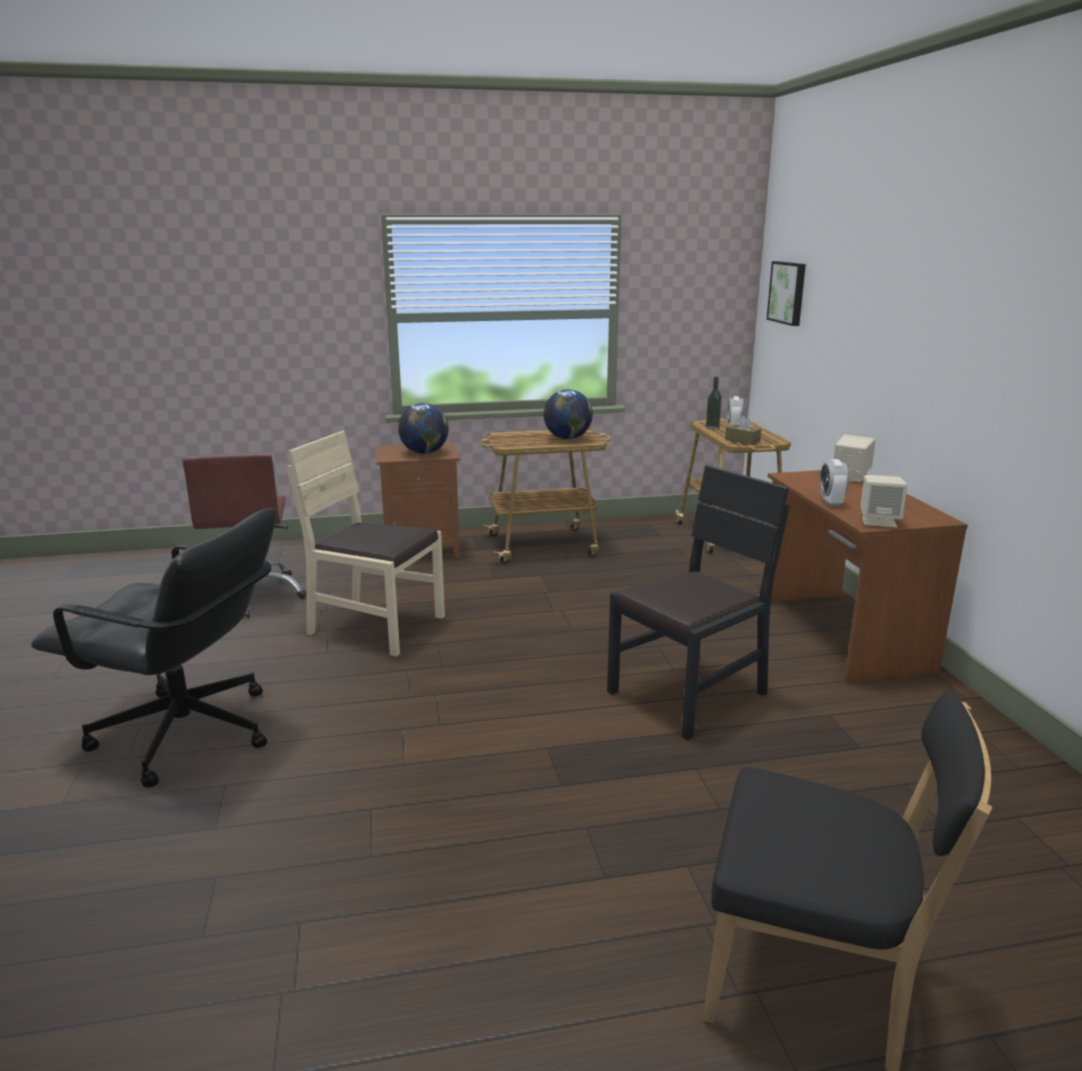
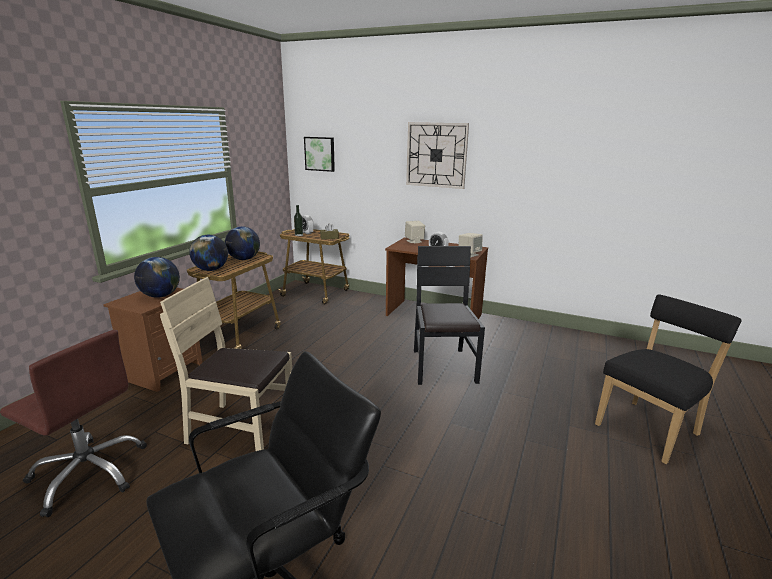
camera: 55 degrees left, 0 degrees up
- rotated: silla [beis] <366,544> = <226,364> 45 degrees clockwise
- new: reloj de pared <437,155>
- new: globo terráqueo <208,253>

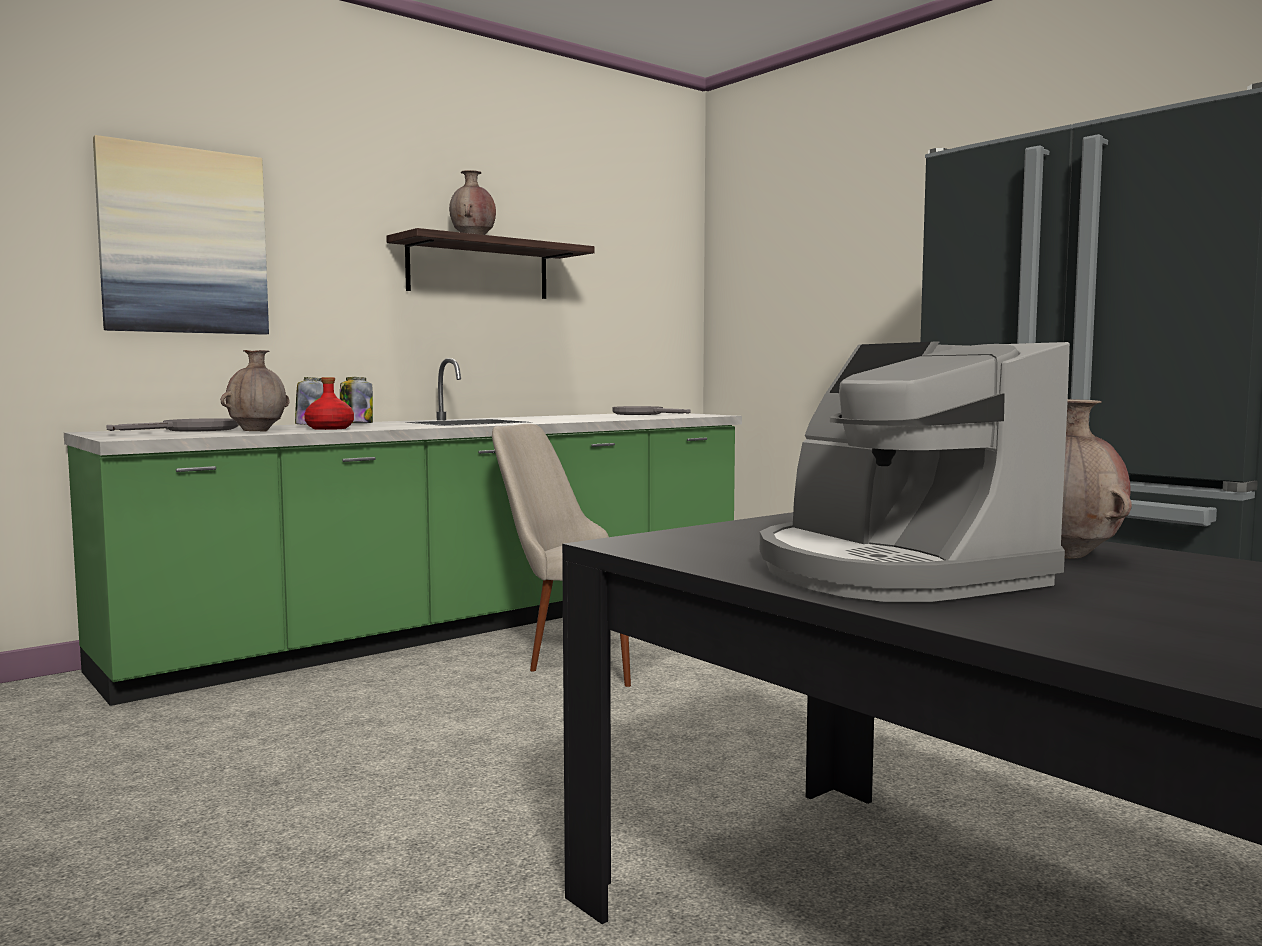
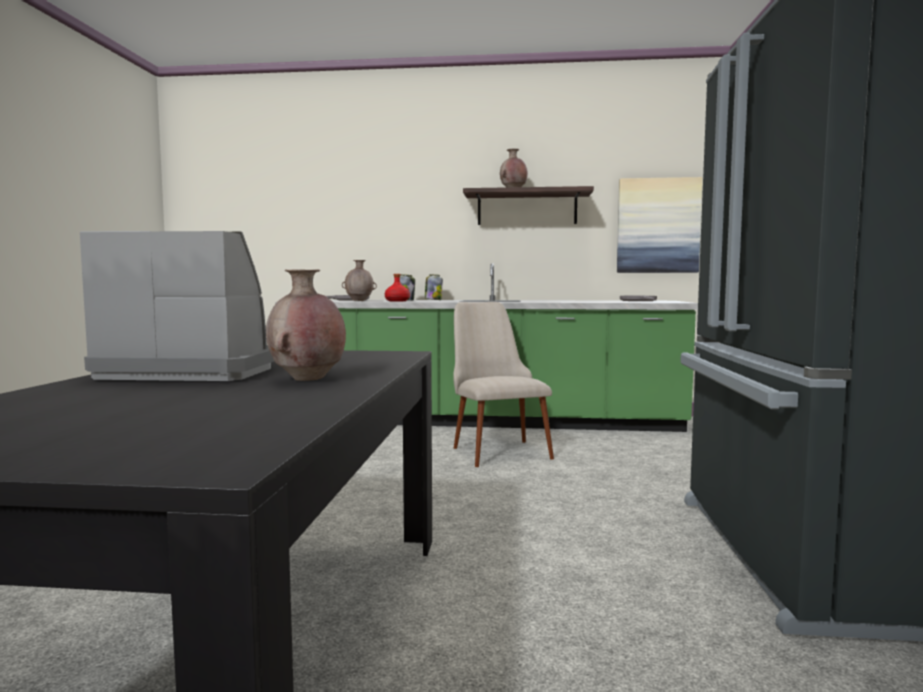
camera: 45 degrees right, 0 degrees up
- shifted: cuadro <181,235> to <660,225>
- rotated: cafetera <915,472> = <177,306> 75 degrees clockwise

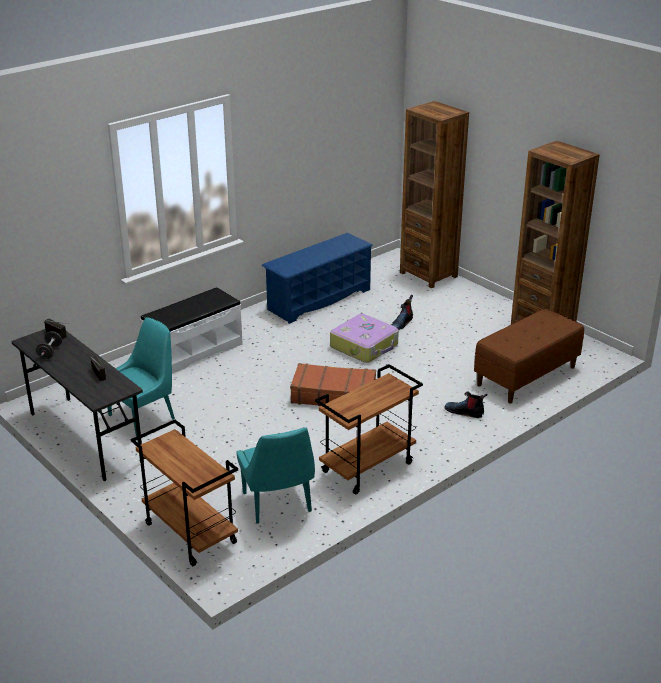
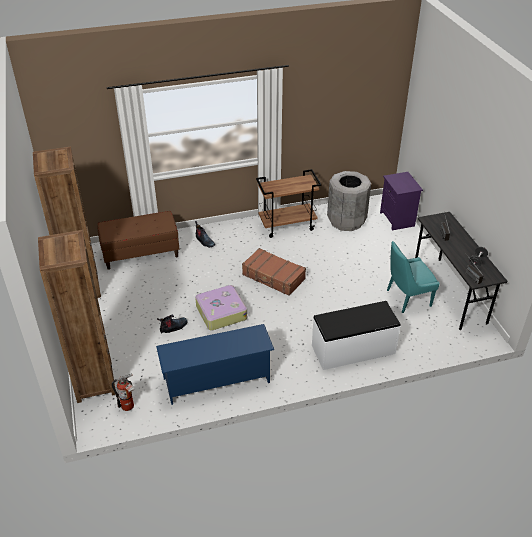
camera: 155 degrees left, 10 degrees up
- swapped: carrito [marrón] <184,493> to mesita de noche [morado] <401,201>
- swapped: silla [turquesa] <276,475> to papelera [gris] <349,201>
- new: extintor <123,392>

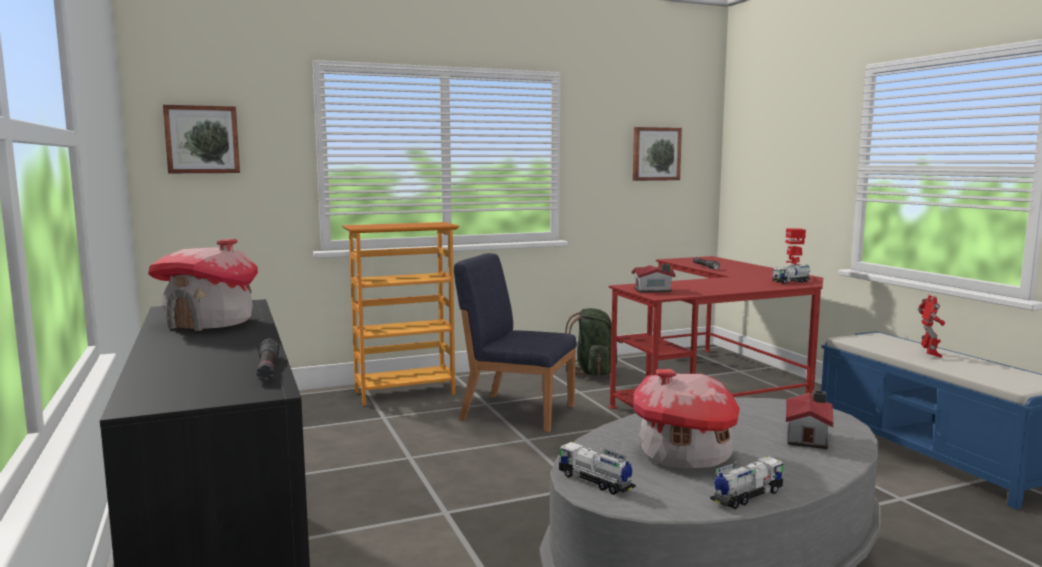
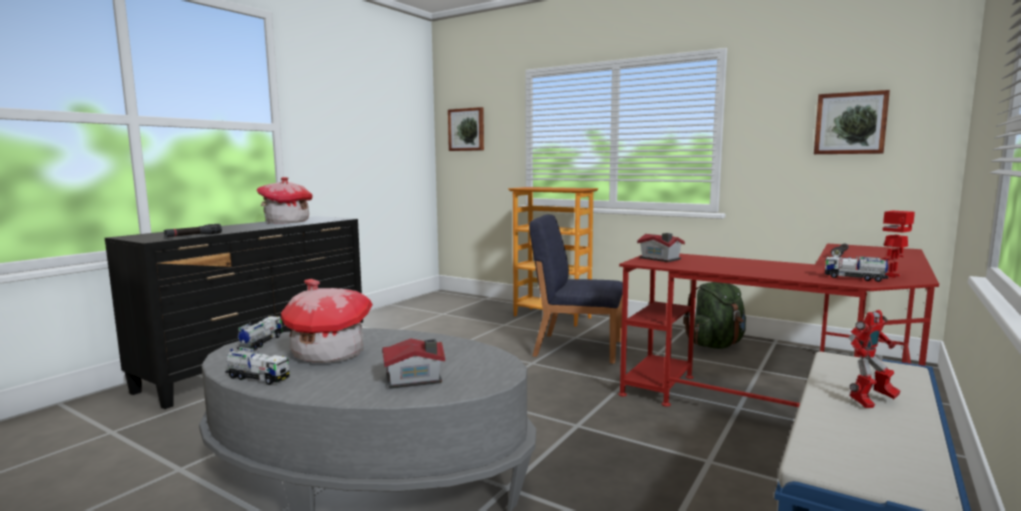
camera: 55 degrees right, 0 degrees up
- rotated: silla [azul] <515,343> = <576,289> 60 degrees counterclockwise

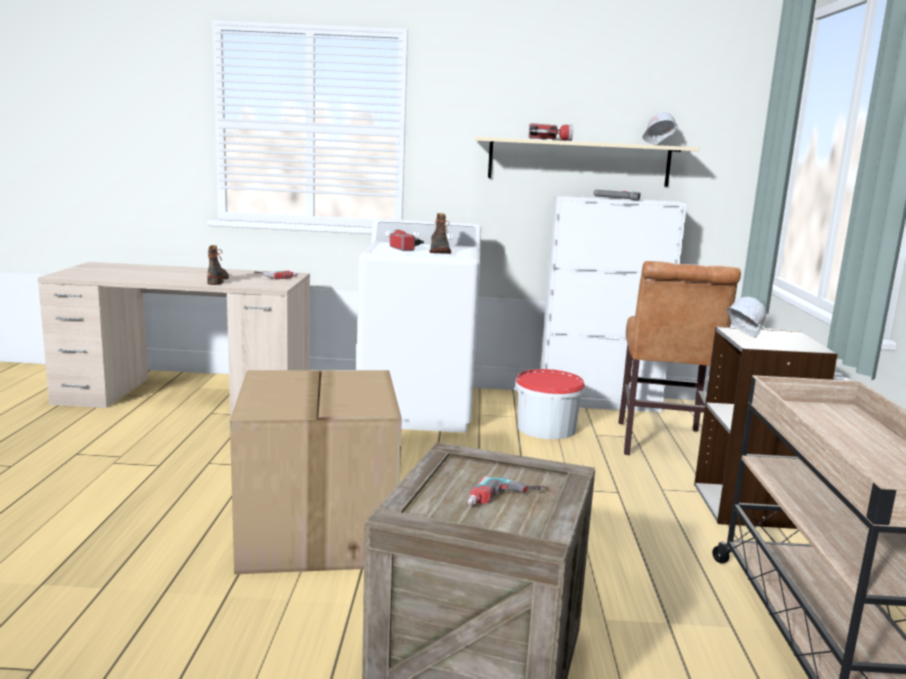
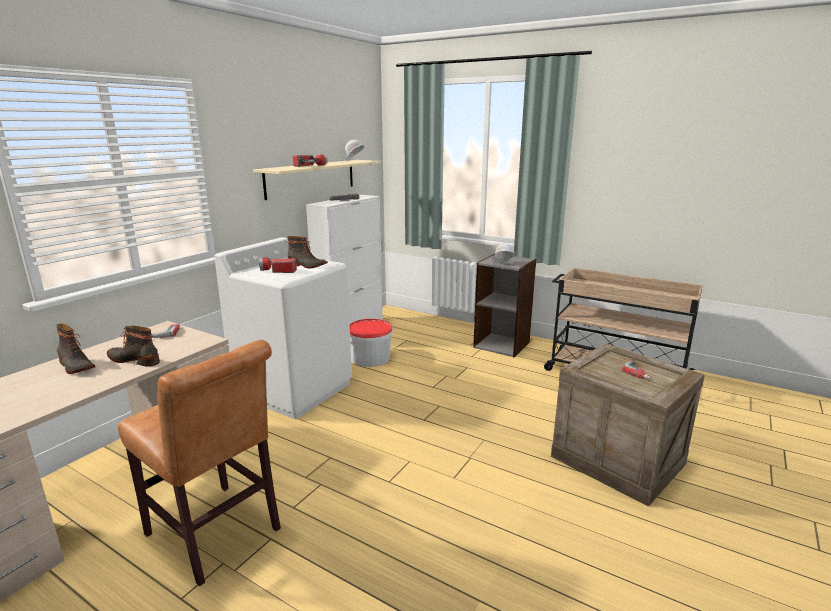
camera: 60 degrees left, 5 degrees up
- shifted: silla [marrón] <680,358> to <199,463>
- gone: caja de cartón <316,472>
- new: bota <75,349>

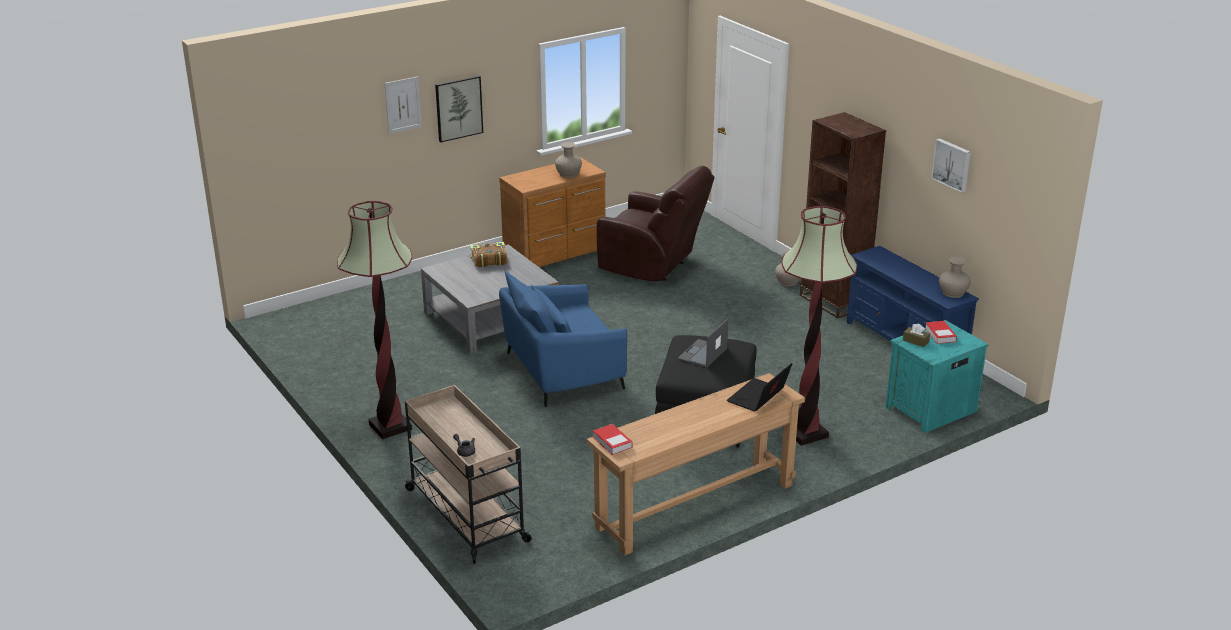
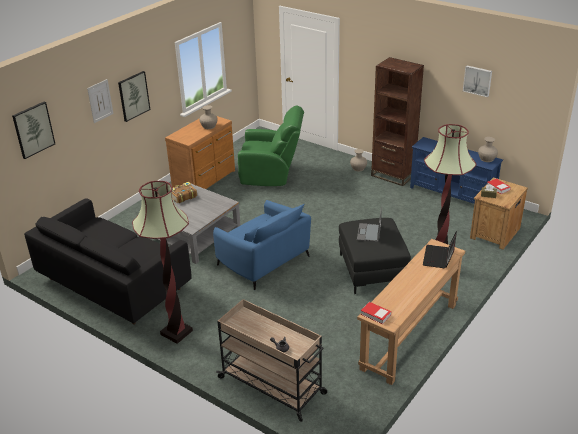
camera: 20 degrees left, 5 degrees up
- repainted: sillón [marrón] <656,223> to sillón [verde] <271,146>
- rotated: sillón [azul] <563,339> = <262,245> 90 degrees counterclockwise
- repainted: mesita de noche [turquesa] <937,376> to mesita de noche [marrón] <499,213>
- new: cuadro <33,130>
- new: sofá [negro] <108,261>

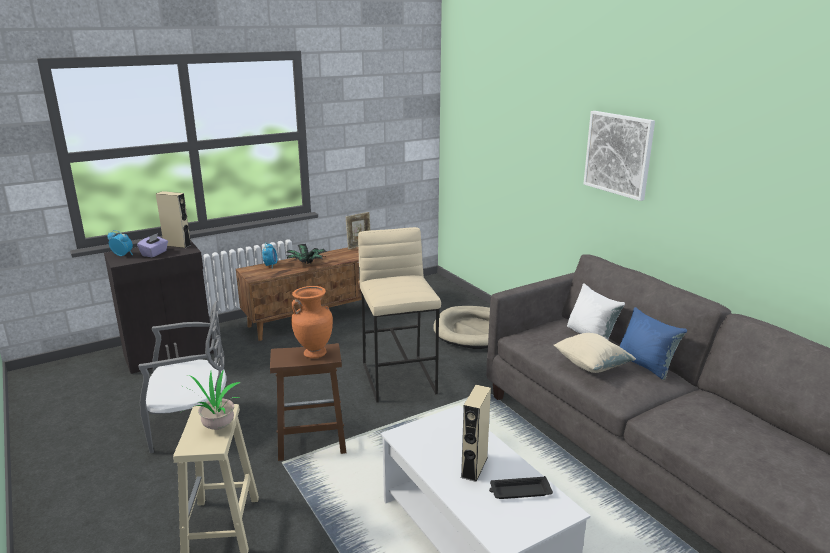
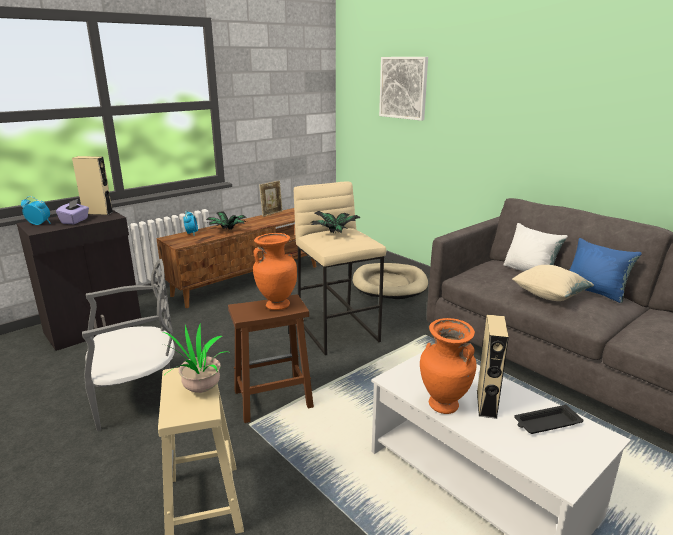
camera: 10 degrees left, 0 degrees up
- shifted: cuadro <619,156> to <403,89>
- new: planta en maceta <335,222>
- new: florero [naranja] <448,366>

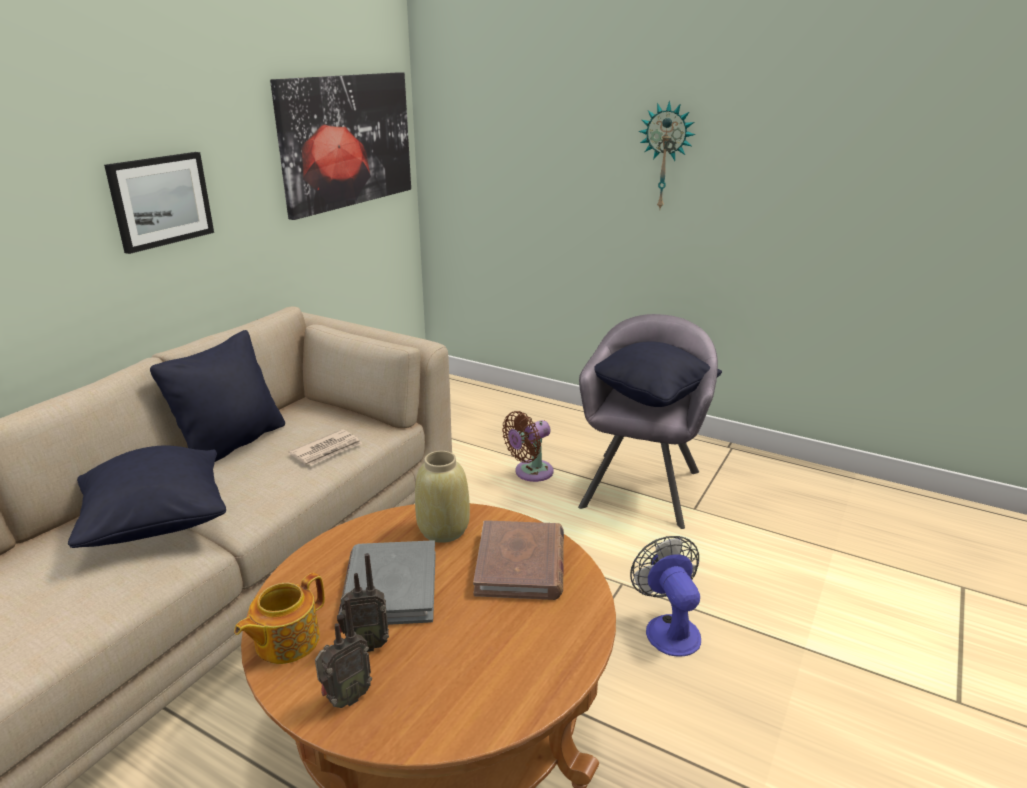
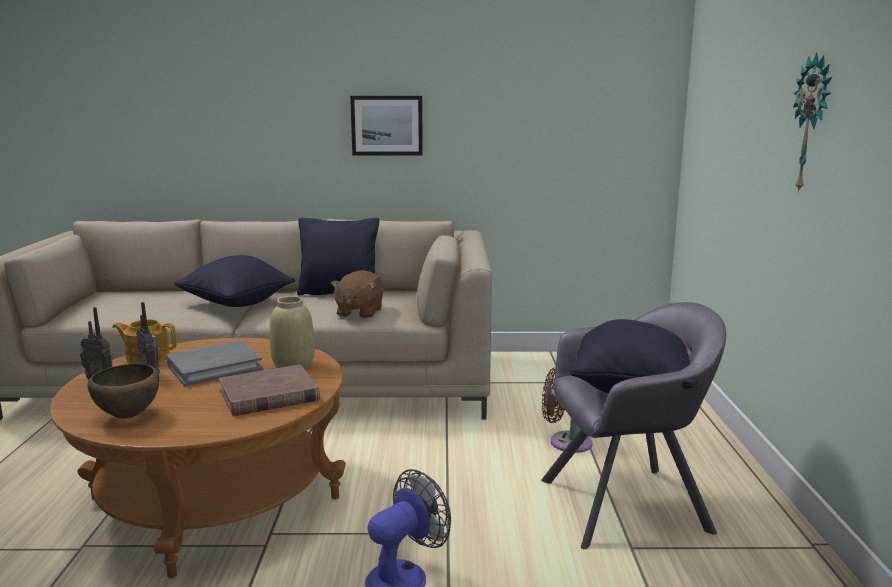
camera: 60 degrees right, 10 degrees down
- gone: cuadro <340,146>
- swapped: periódico <325,447> to peluche [marrón] <357,294>
- new: cuenco [marrón] <123,391>

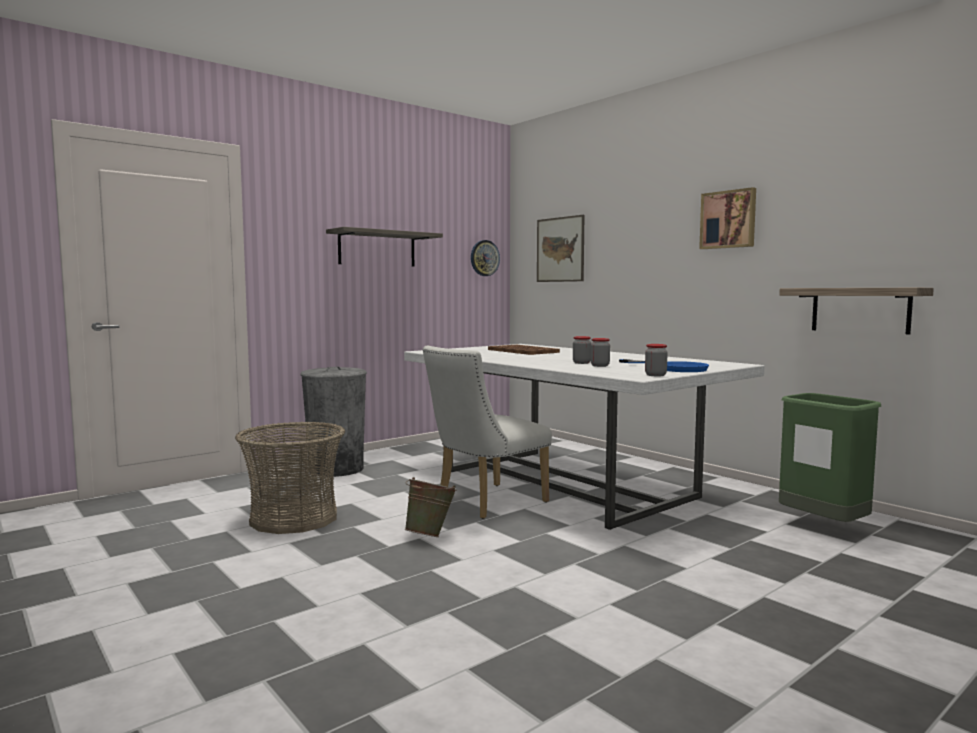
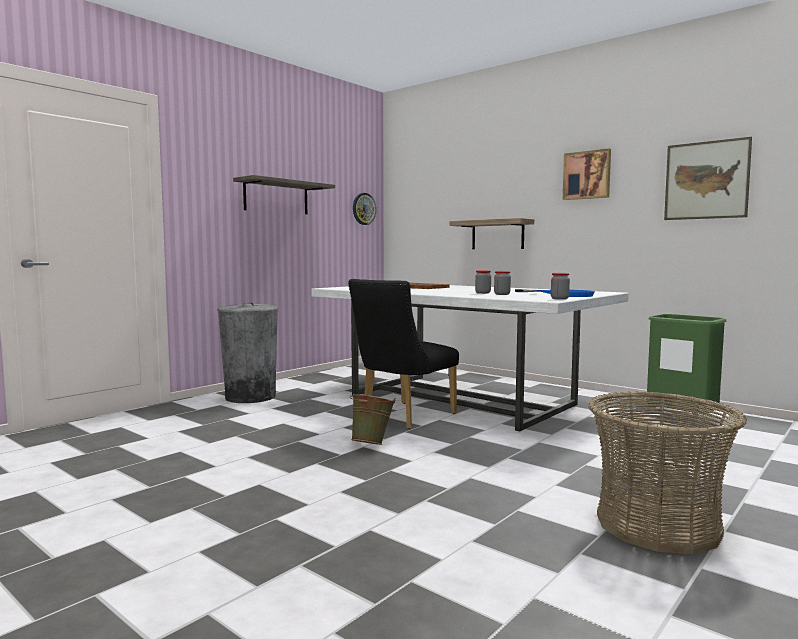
camera: 10 degrees left, 0 degrees up
- shifted: cuadro <560,248> to <708,178>
- shifted: estante <856,311> to <492,233>
- repainted: silla [blanco] <487,432> to silla [negro] <403,354>
- shifted: cesta <290,478> to <667,472>

